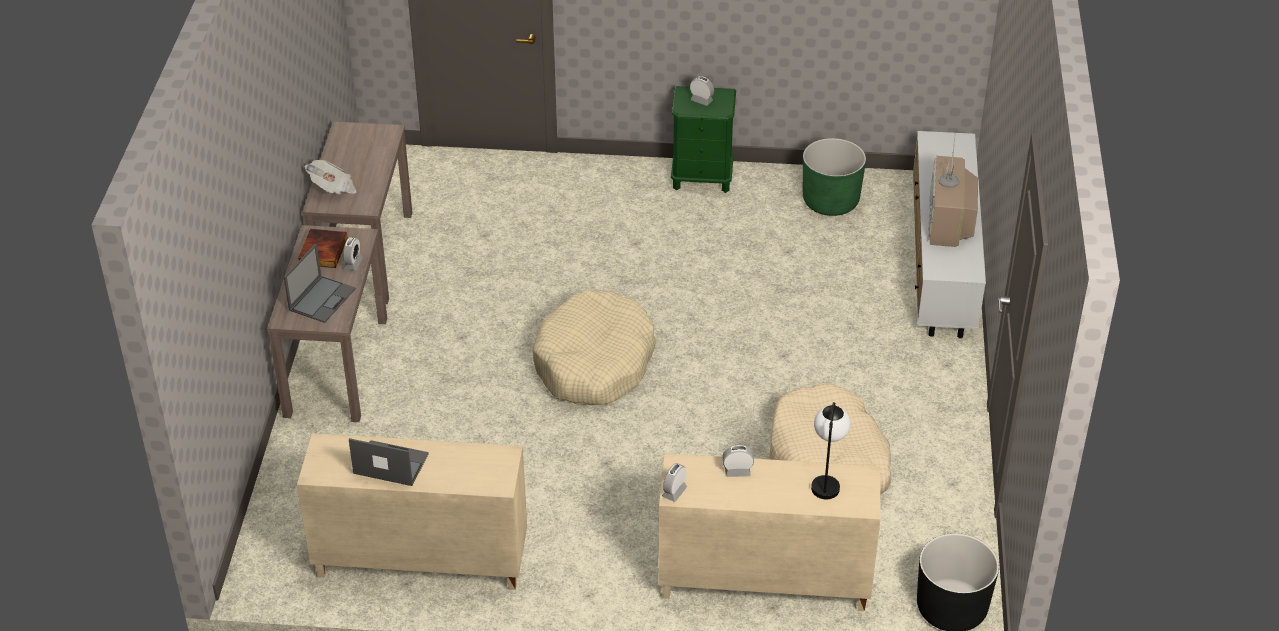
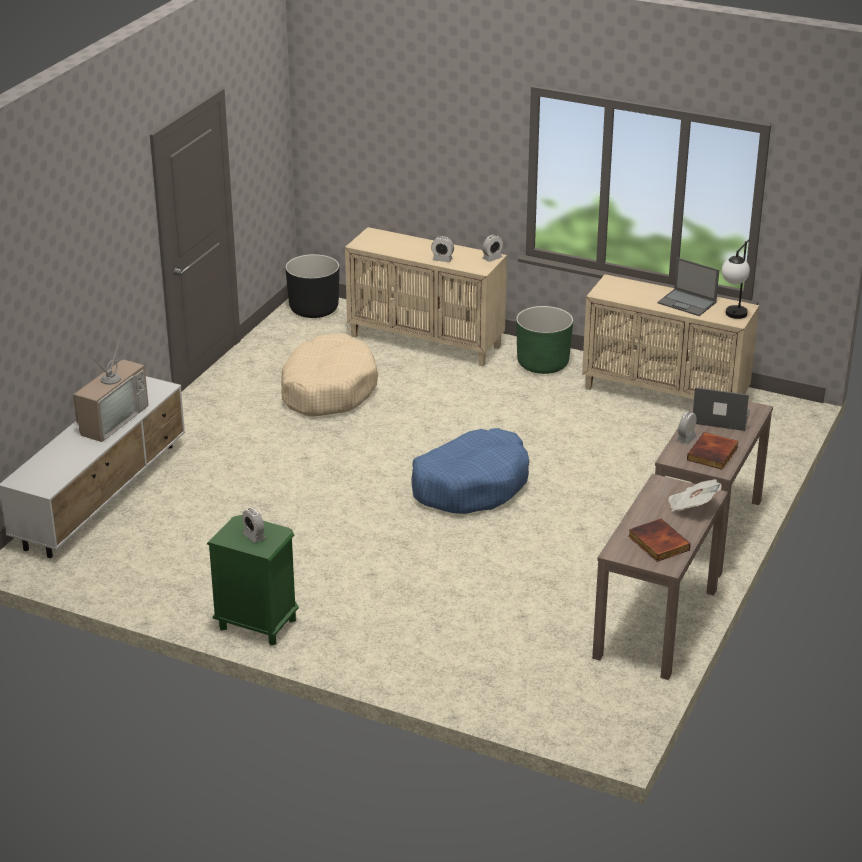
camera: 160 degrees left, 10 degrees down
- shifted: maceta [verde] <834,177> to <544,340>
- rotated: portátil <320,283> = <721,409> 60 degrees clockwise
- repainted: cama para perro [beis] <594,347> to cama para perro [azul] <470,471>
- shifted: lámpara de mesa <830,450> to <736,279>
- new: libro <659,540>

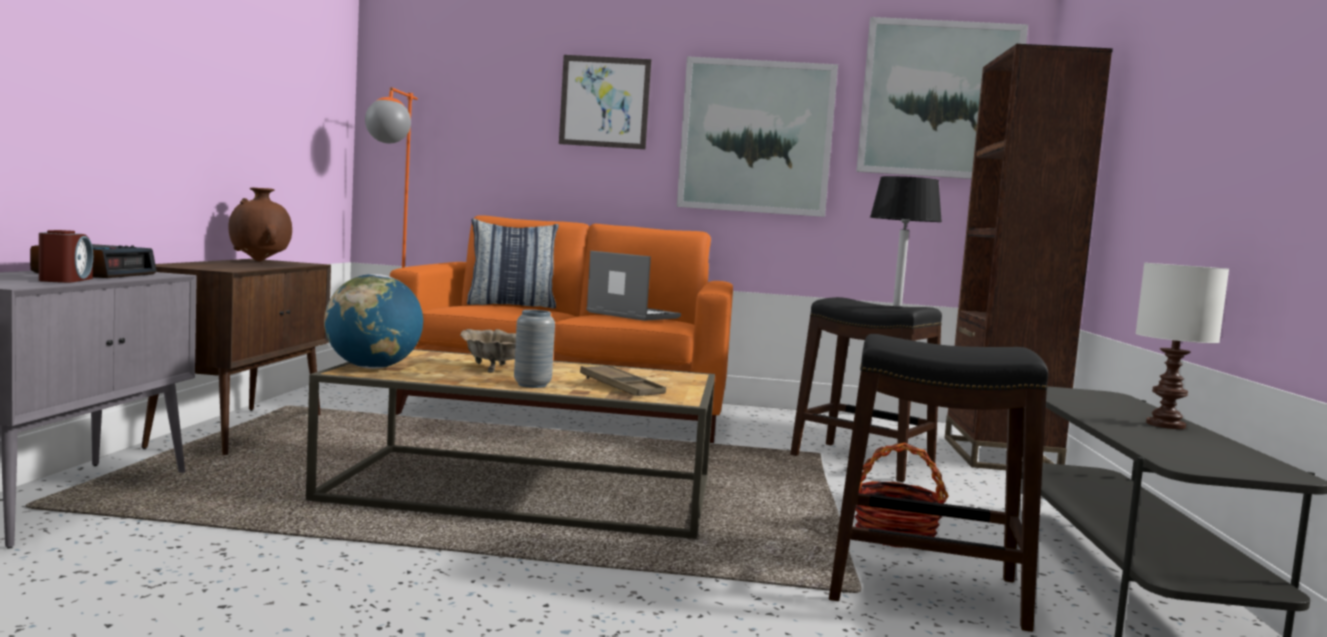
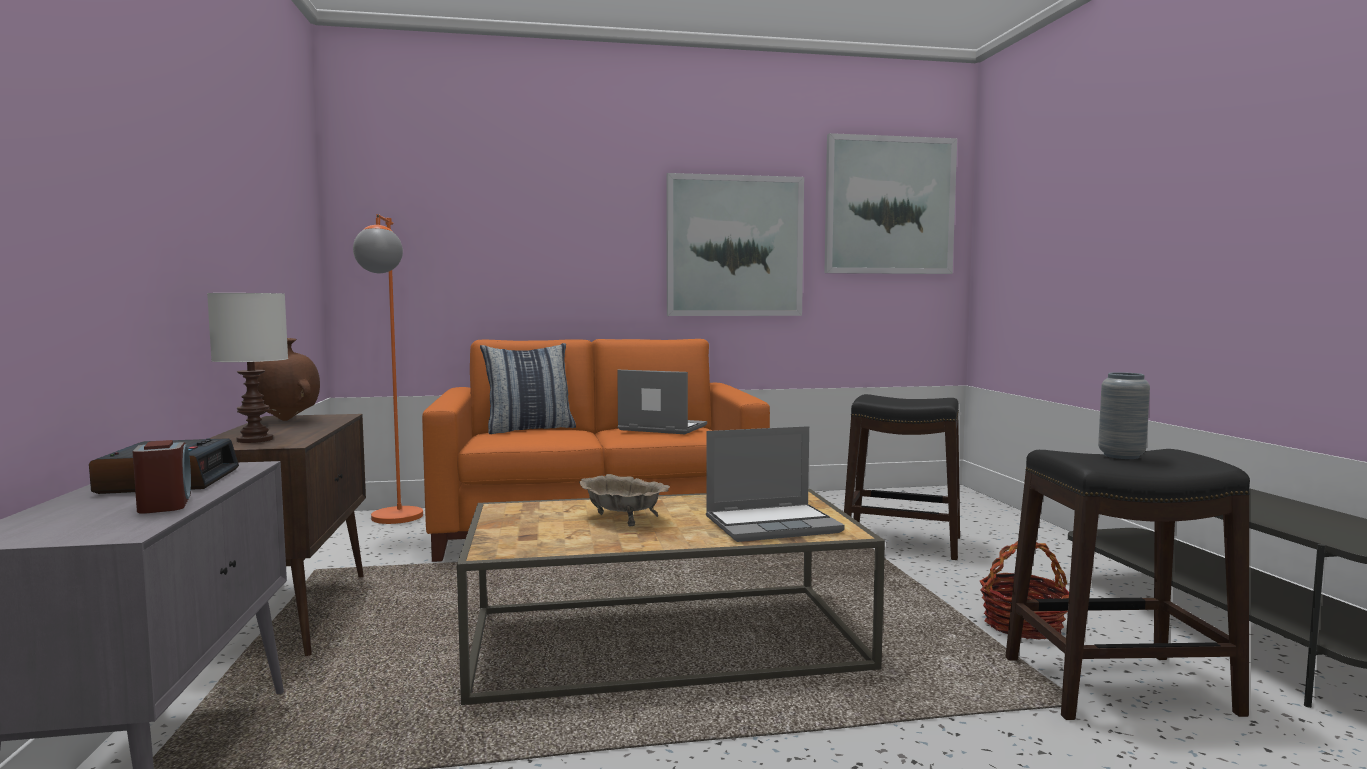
camera: 15 degrees left, 0 degrees up
- gone: estantería [marrón] <1028,257>
- gone: cuadro <605,102>
- gone: lámpara de mesa [negro] <906,241>
- shifted: lámpara de mesa [blanco] <1182,346> to <247,368>
- gone: globo terráqueo <373,321>
- shifted: florero [gris] <534,349> to <1124,415>
- swapped: bandeja [marrón] <623,380> to portátil <775,484>

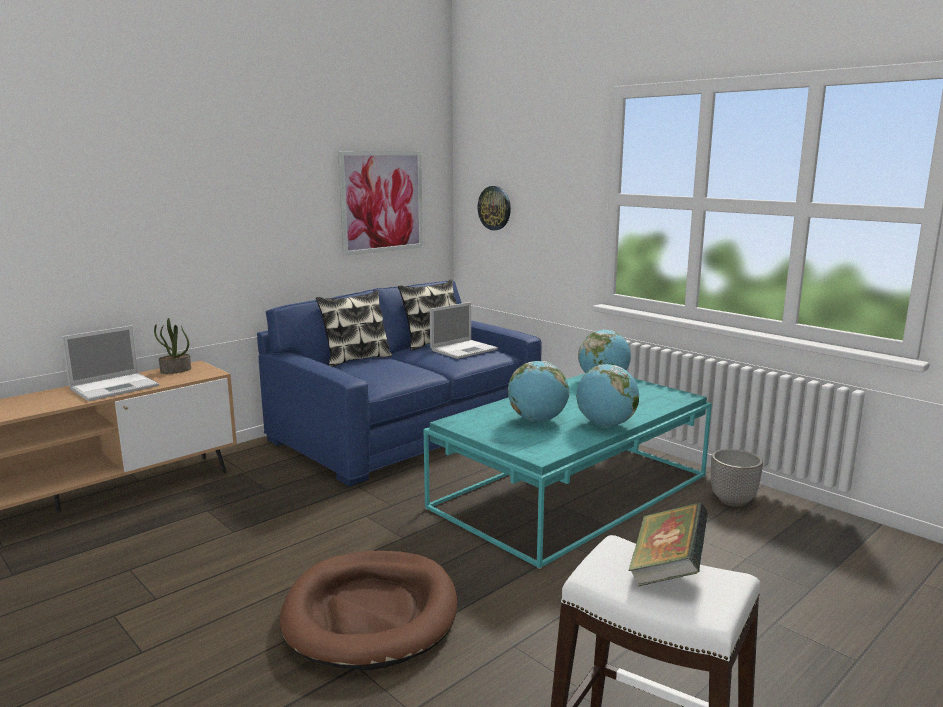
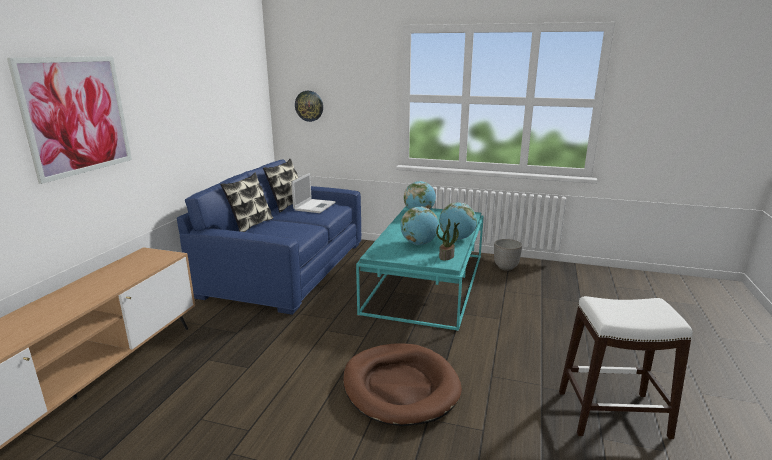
camera: 30 degrees left, 5 degrees up
- shifted: cuadro <380,203> to <69,120>
- shifted: planta en maceta <172,346> to <447,239>
- gone: portátil <110,363>
- gone: libro <668,544>

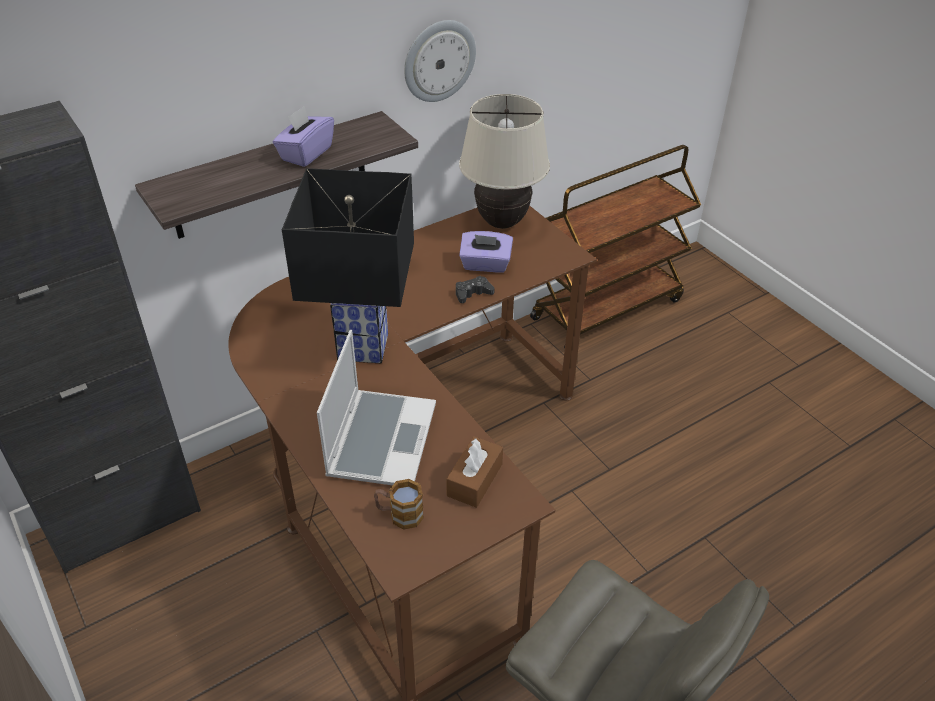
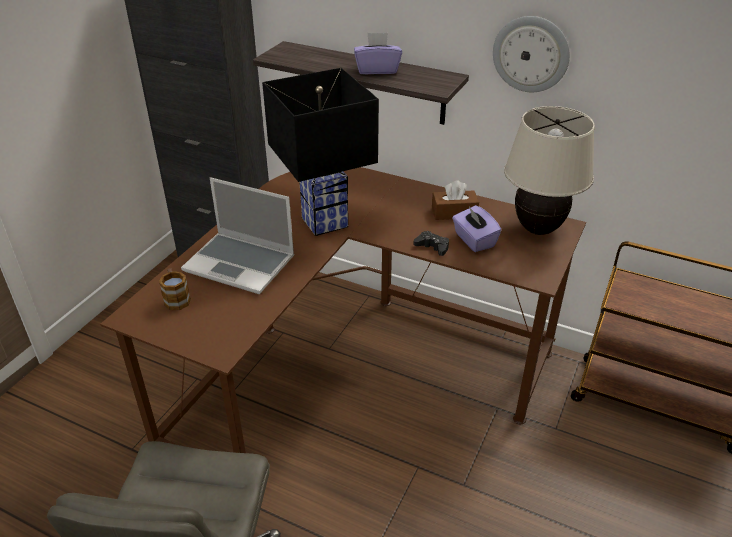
camera: 60 degrees right, 5 degrees down
- rotated: portátil <376,408> = <238,235> 45 degrees clockwise
- shifted: caja de pañuelos [marrón] <474,472> to <455,200>

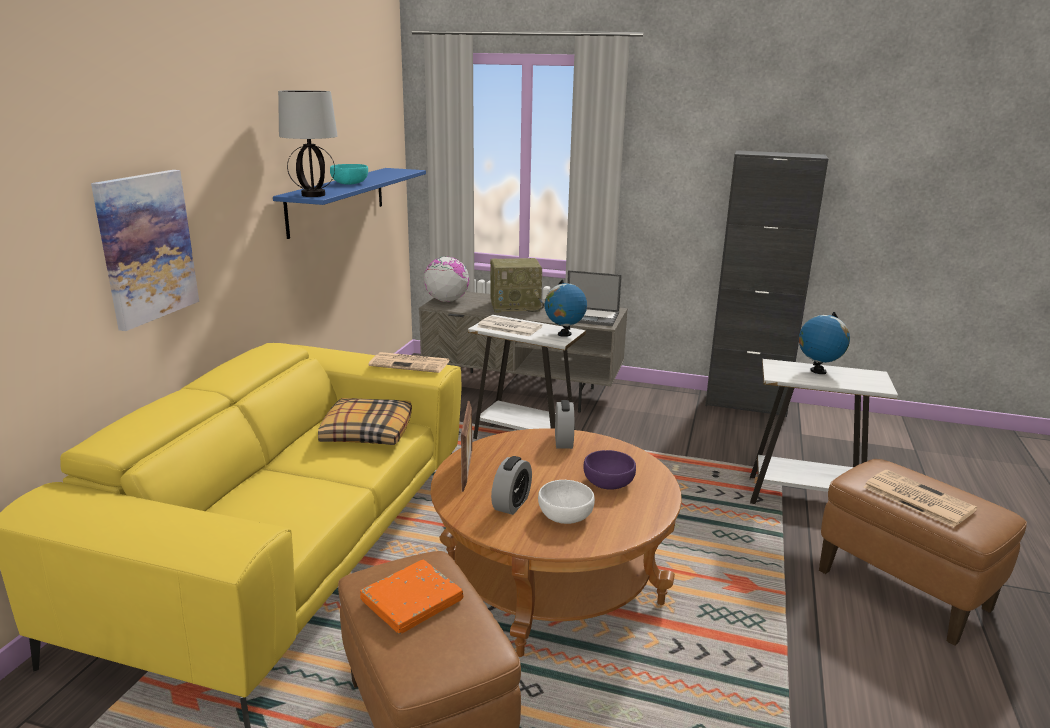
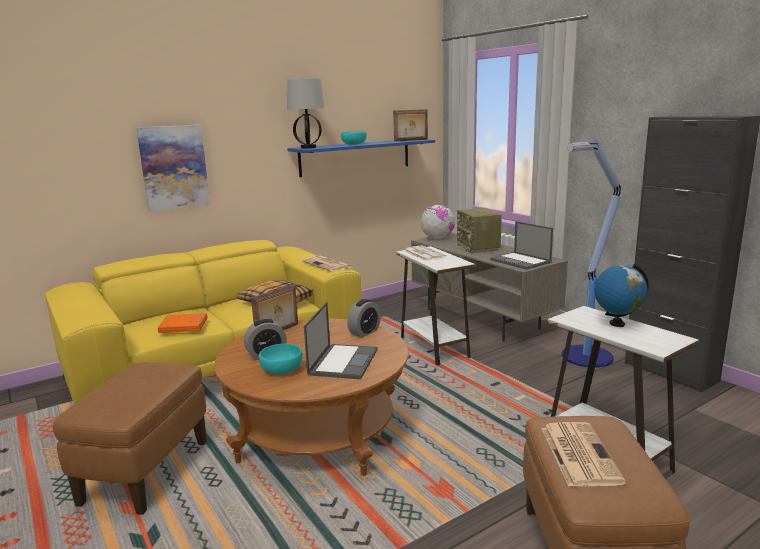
camera: 40 degrees right, 5 degrees down
- rotated: radio <517,285> = <479,230> 45 degrees clockwise
- gone: globo terráqueo <566,308>
- swapped: cuenco [morado] <609,470> to portátil <341,340>
- repainted: cuenco [blanco] <566,502> to cuenco [turquesa] <281,359>
- shifted: libro [naranja] <411,597> to <183,323>
- new: portarretratos <410,125>
- new: lámpara de pie <591,253>

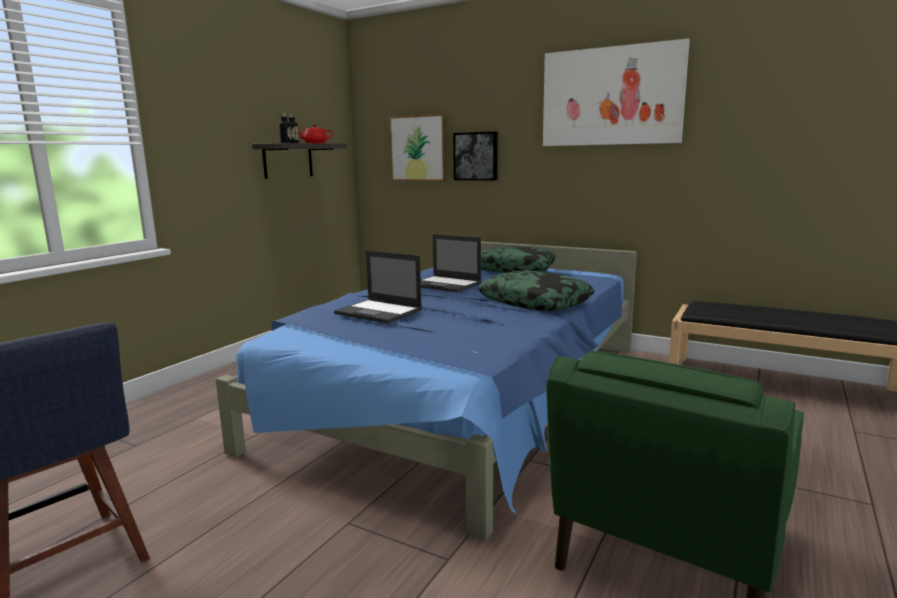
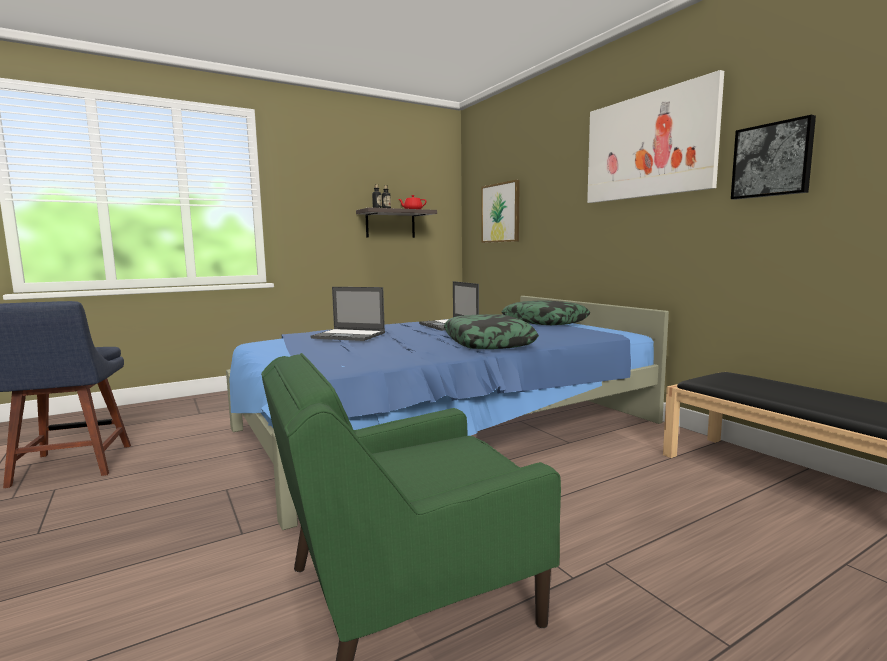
camera: 30 degrees right, 5 degrees down
- shifted: cuadro <475,156> to <773,157>
- rotated: portátil <378,287> = <347,314> 45 degrees counterclockwise

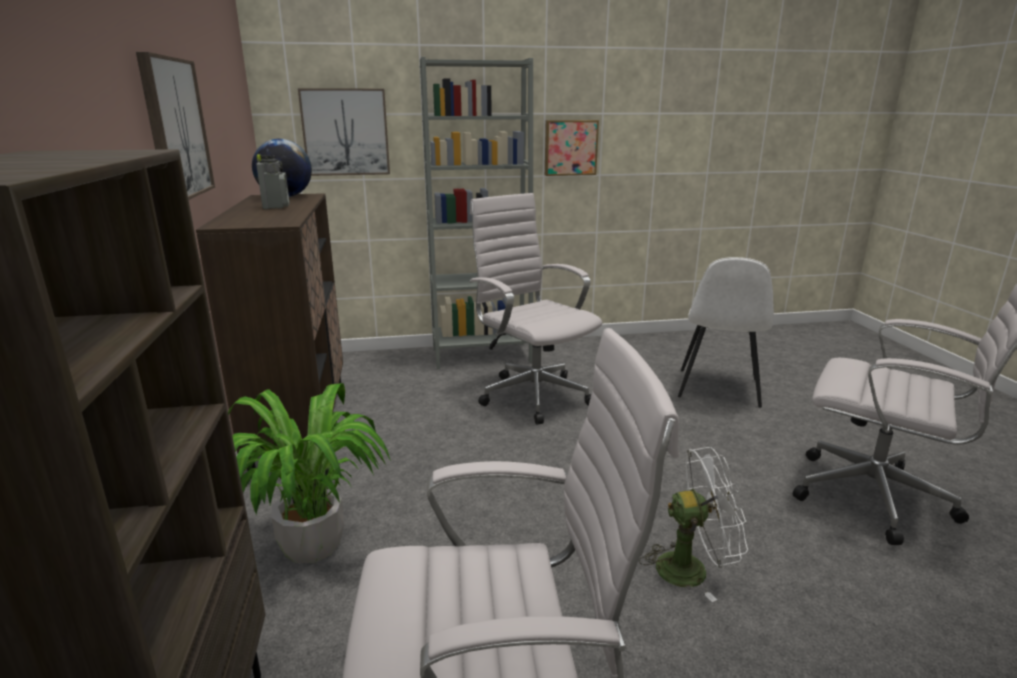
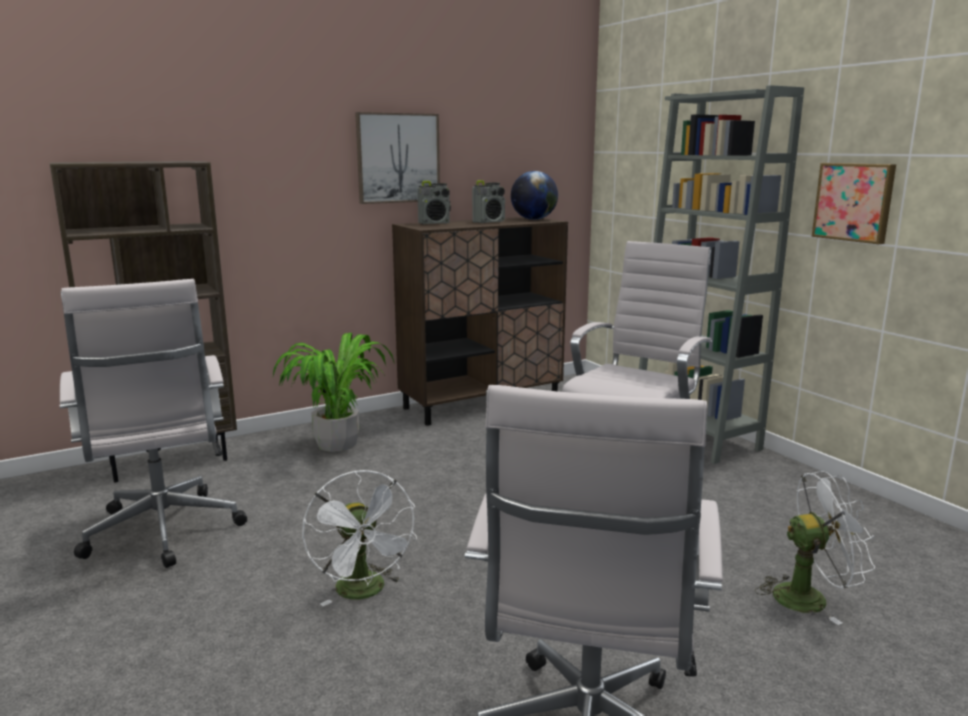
camera: 70 degrees right, 5 degrees down
- gone: cuadro <344,132>
- swapped: silla [blanco] <726,332> to ventilador [blanco] <815,548>
- new: radio <434,202>

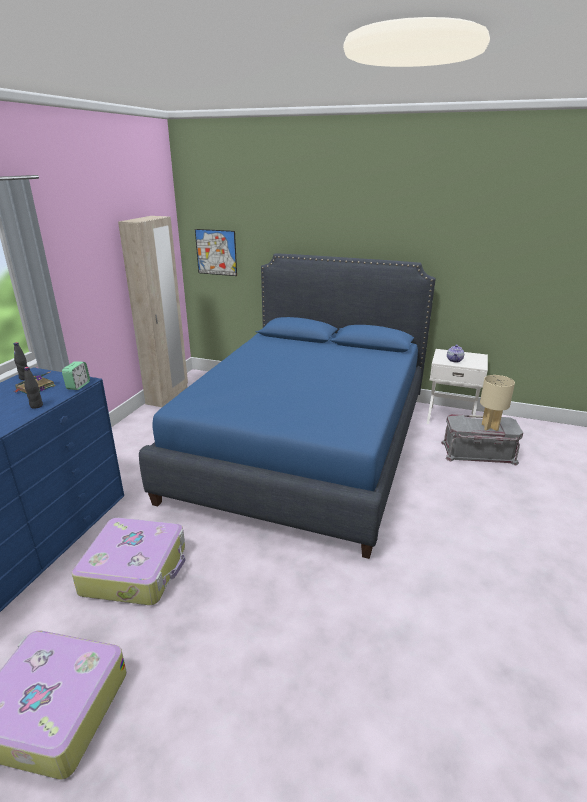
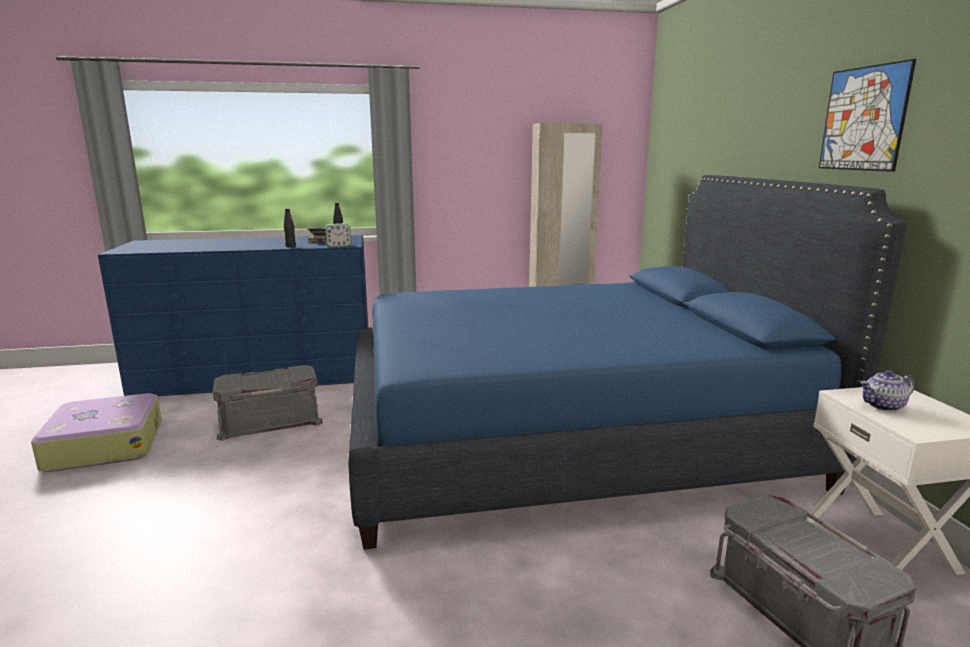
camera: 60 degrees right, 10 degrees down
- shifted: cuadro <216,252> to <867,115>
- gone: lámpara de mesa [beis] <497,403>
- swapped: maleta <128,561> to caja de almacenaje [gris] <268,403>

